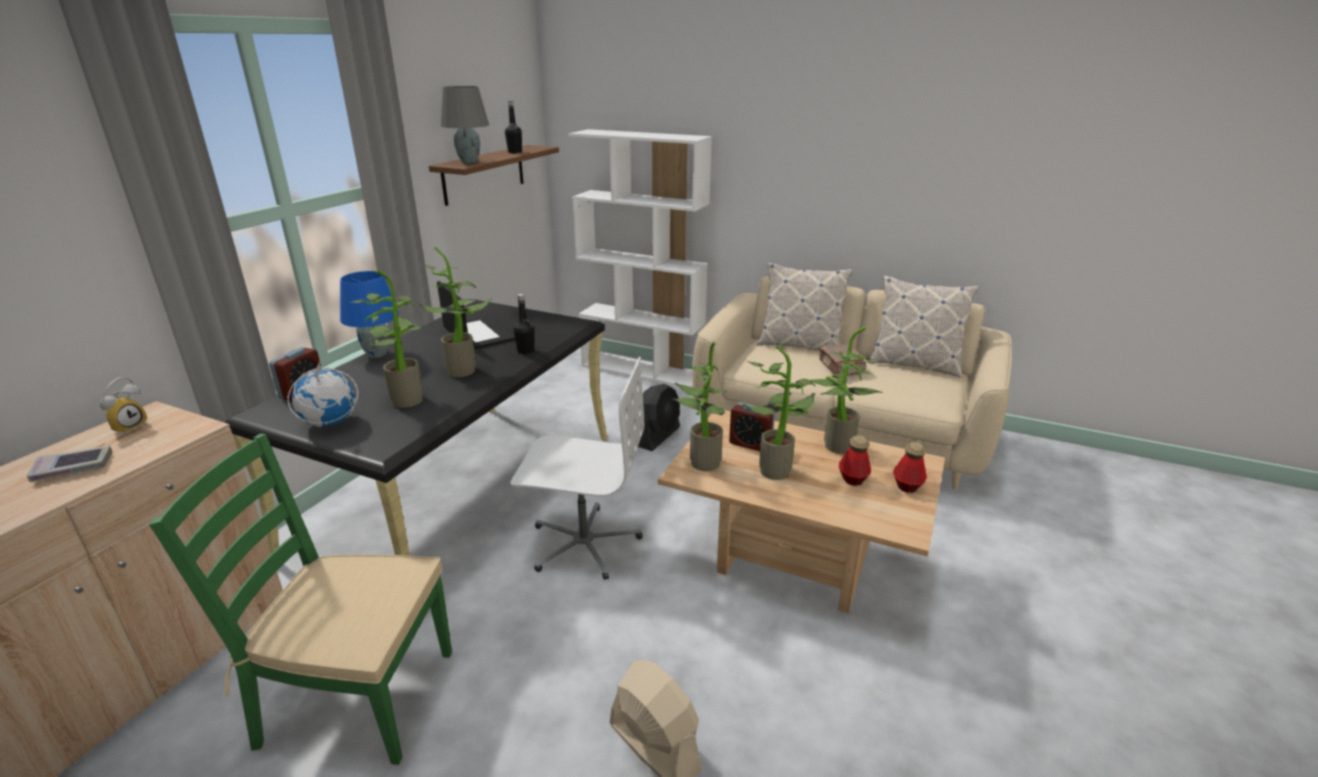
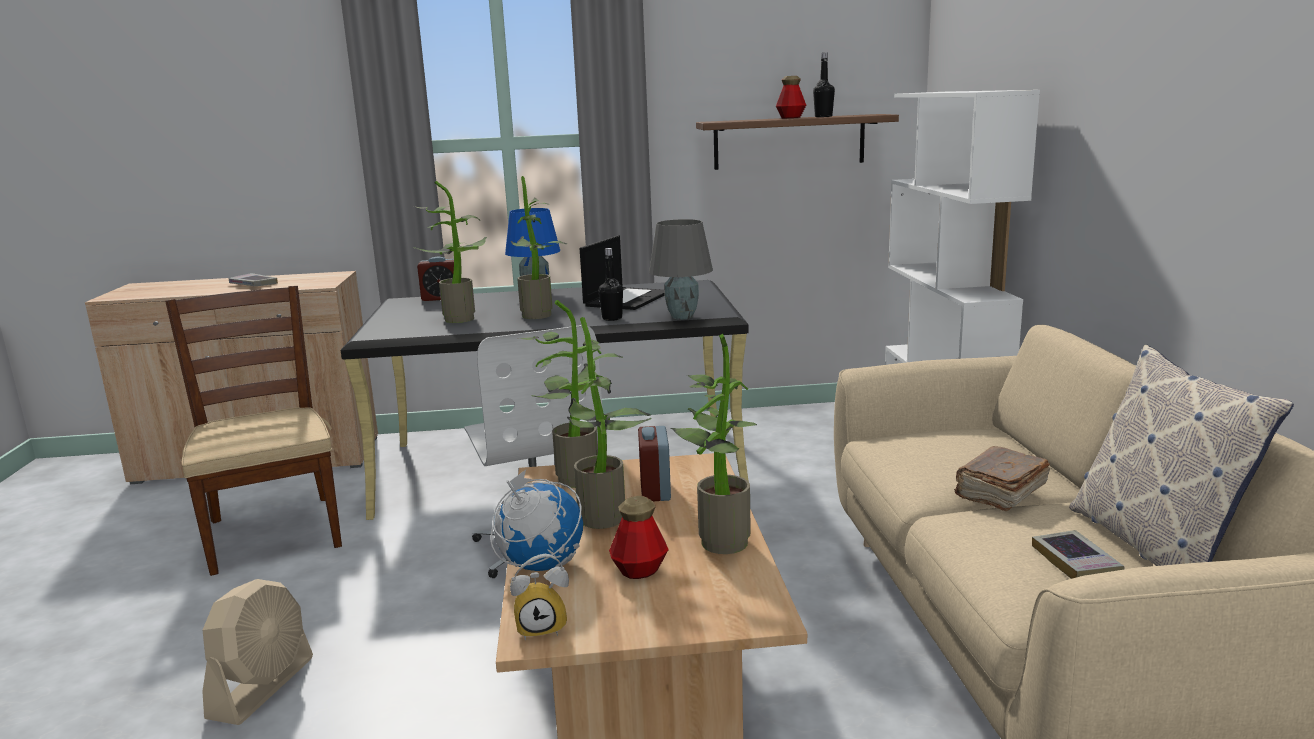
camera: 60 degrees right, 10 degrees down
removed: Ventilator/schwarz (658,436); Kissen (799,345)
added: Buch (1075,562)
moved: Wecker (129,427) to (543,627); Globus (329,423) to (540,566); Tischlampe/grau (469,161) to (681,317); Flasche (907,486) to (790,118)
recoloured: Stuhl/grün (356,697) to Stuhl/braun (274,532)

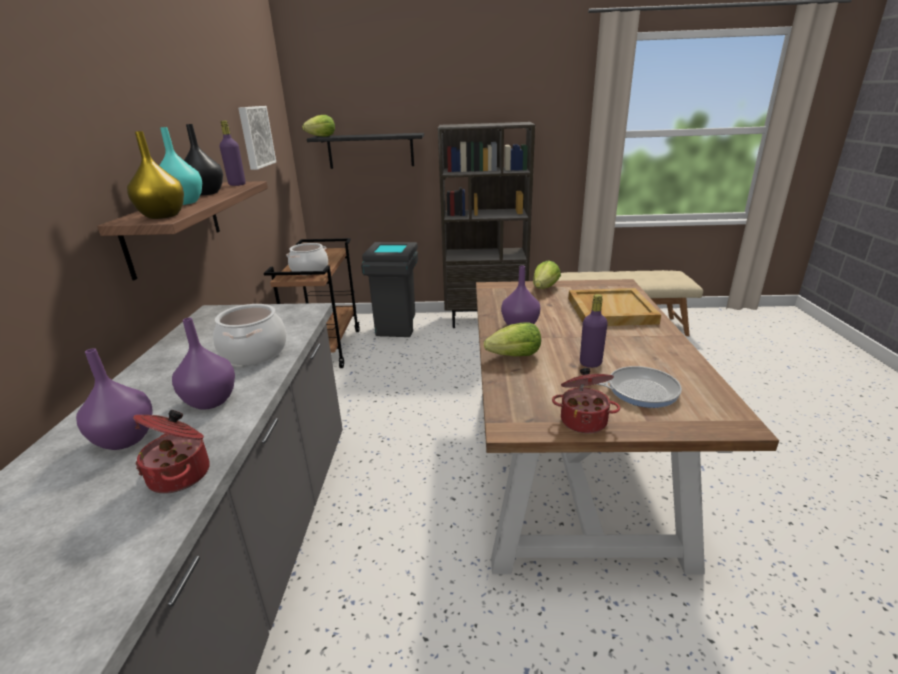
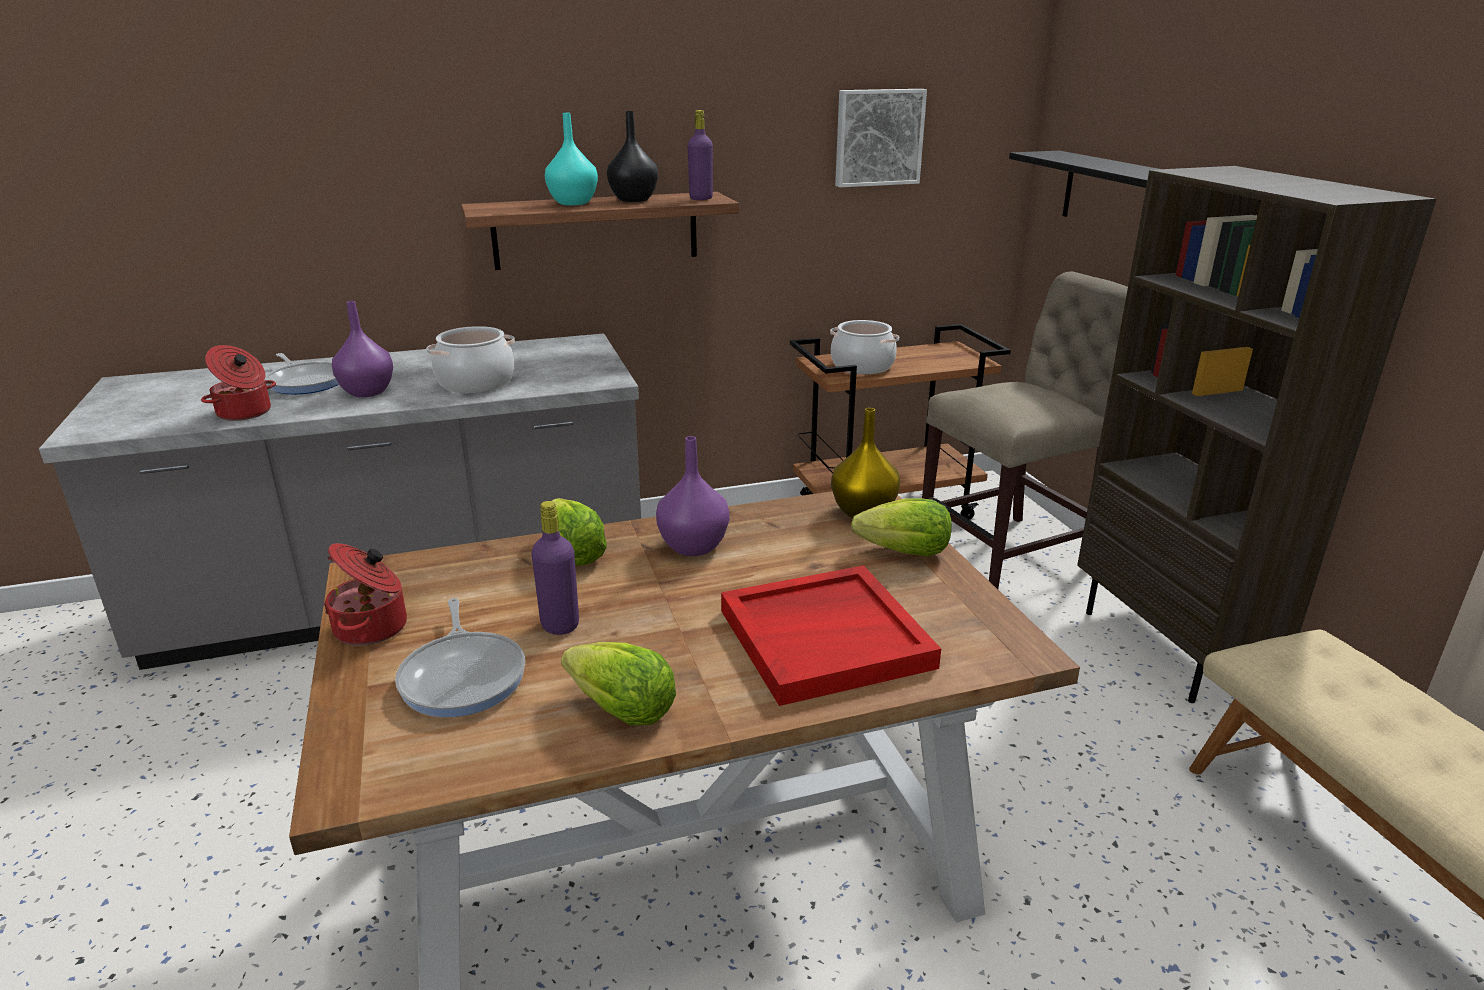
camera: 70 degrees right, 0 degrees up
moved: Vase/gelb (161,216) to (862,512); Salatkopf (322,136) to (622,711)
replaced: Vase/lila (124,439) to Pfanne (306,382); Mülleimer/grau (397,329) to Stuhl/beige (1014,553)
recoloured: Tablett/beige (610,310) to Tablett/rot (825,637)

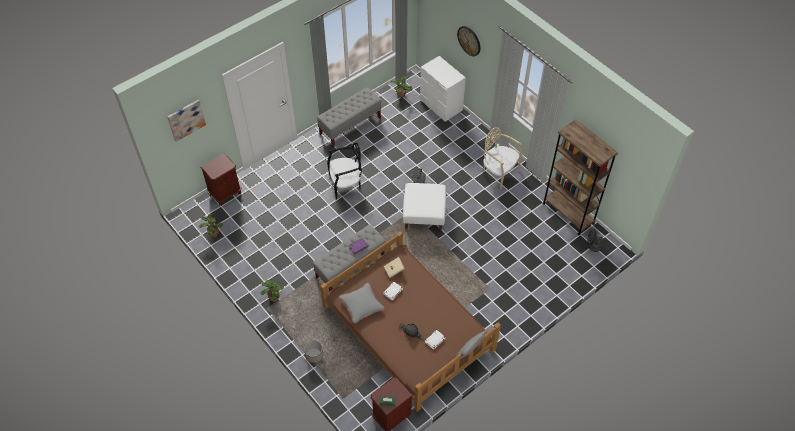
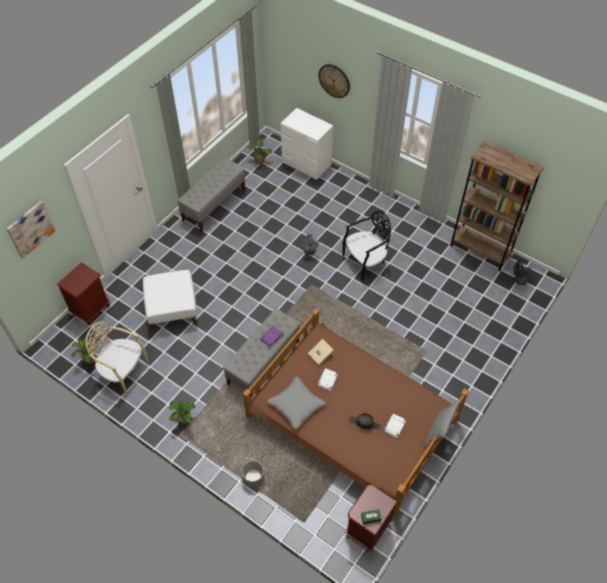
camera: 15 degrees left, 0 degrees up
moved: Stuhl/schwarz (346,184) to (365,261); Polsterhocker/weiß (424,214) to (172,308); Stuhl/beige (499,172) to (123,371)

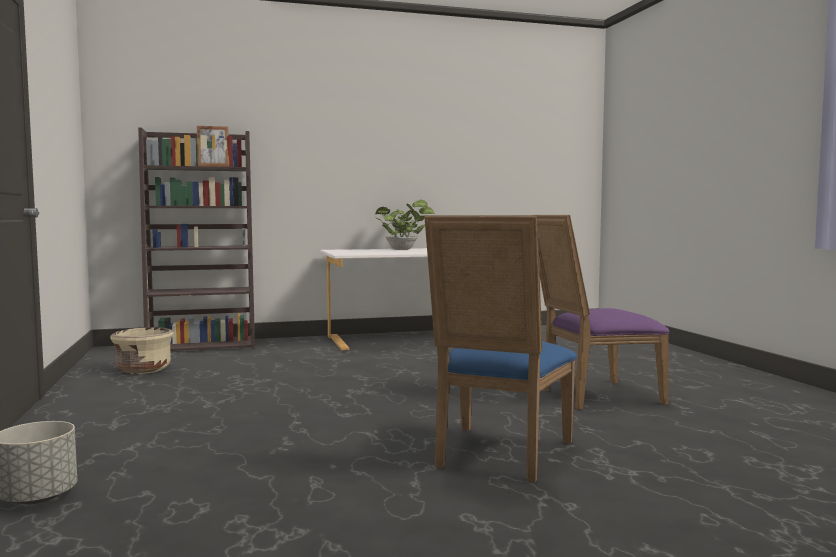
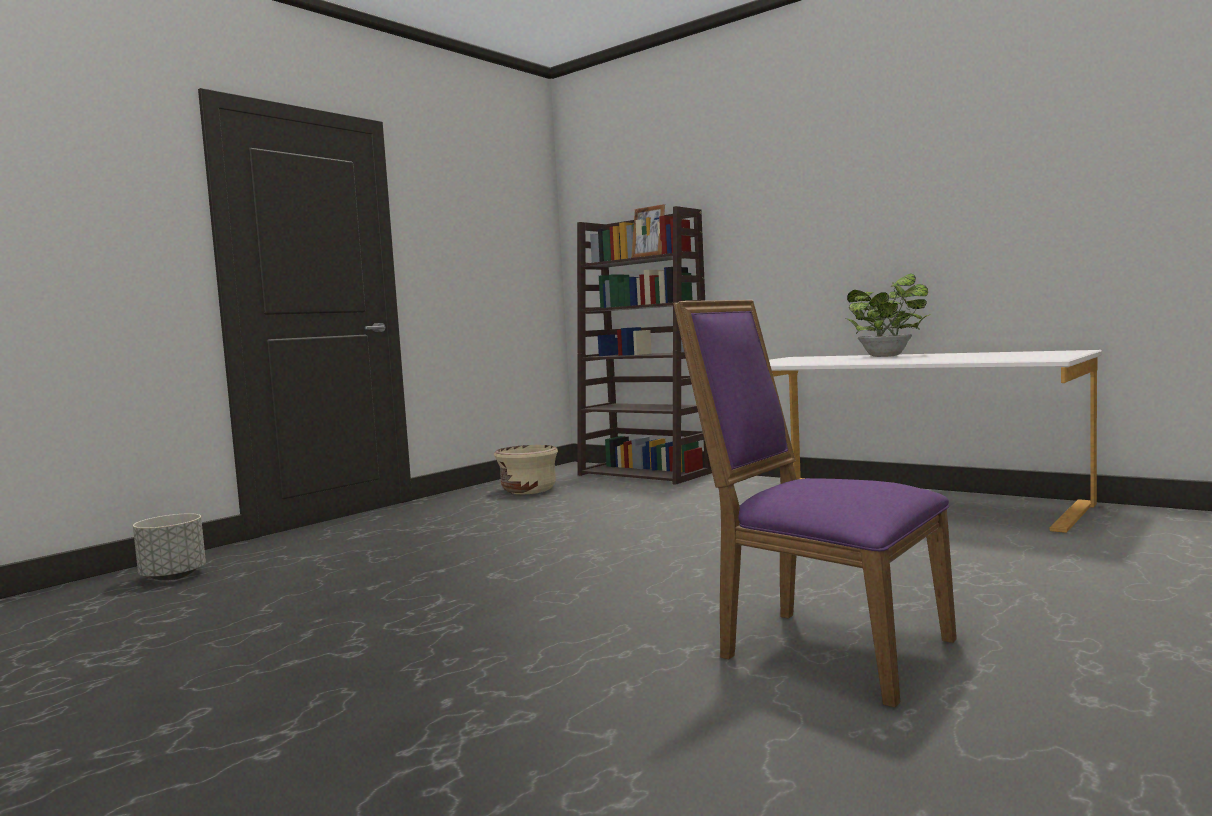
camera: 55 degrees right, 0 degrees up
removed: Stuhl/blau (498,456)

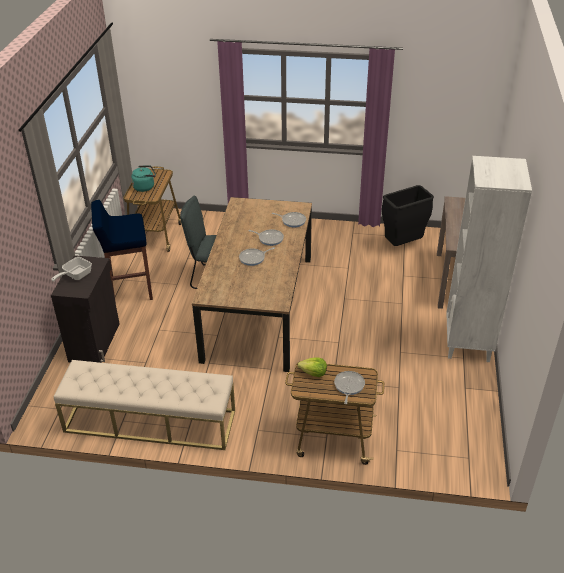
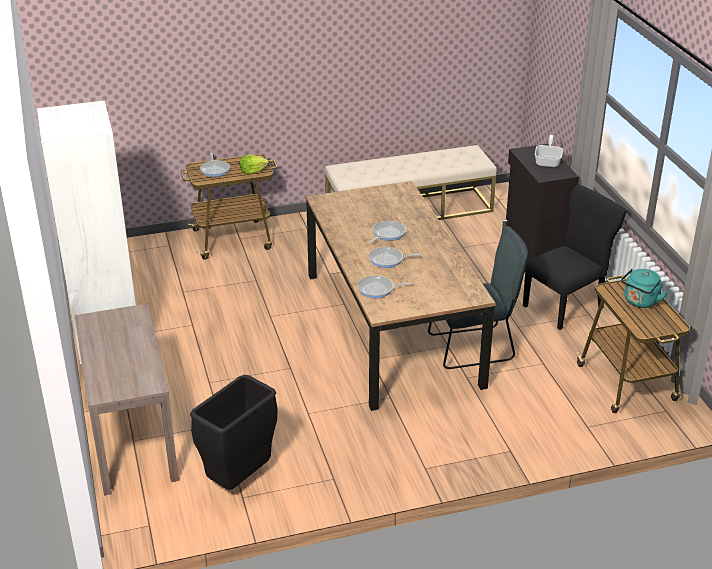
camera: 155 degrees right, 5 degrees down
replaced: Hocker/blau (130,289) to Stuhl/schwarz (566,306)

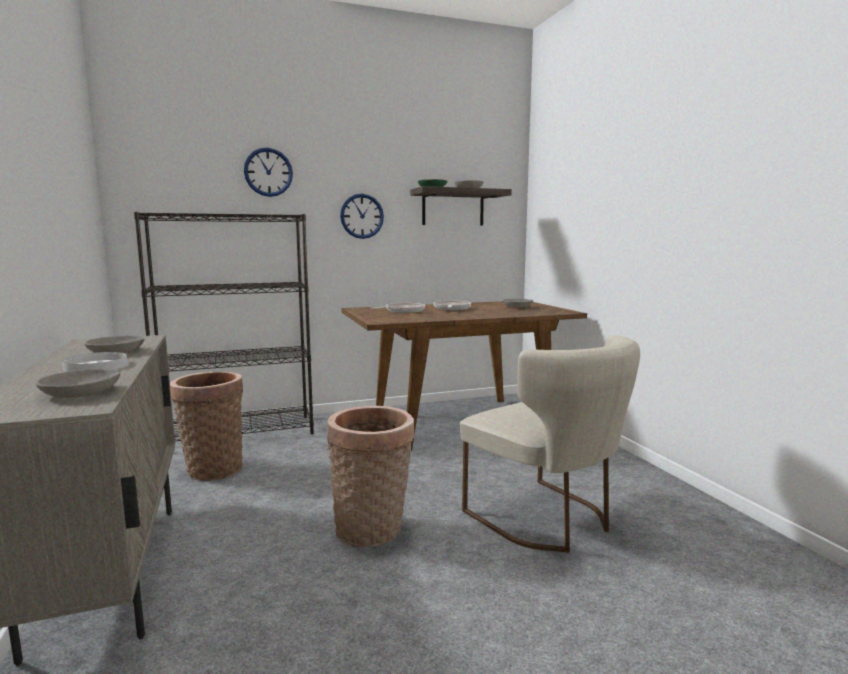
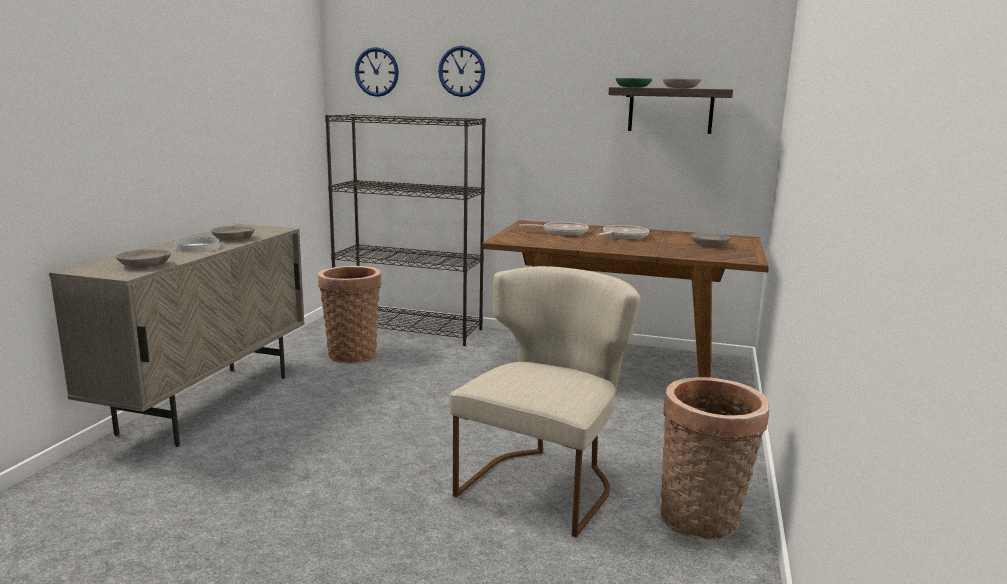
camera: 35 degrees right, 5 degrees up
moved: Korb (373,530) to (703,521); Wanduhr (362,216) to (376,72)
turned: Stuhl/beige (547,519) = (544,482) 150 degrees counterclockwise

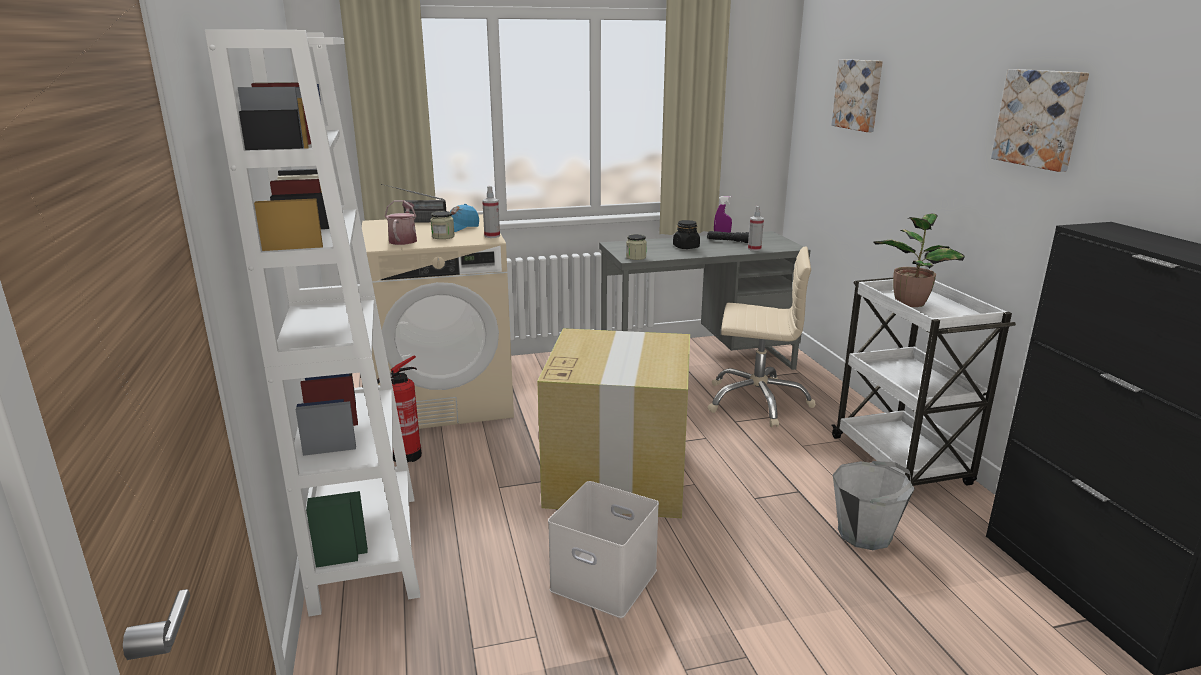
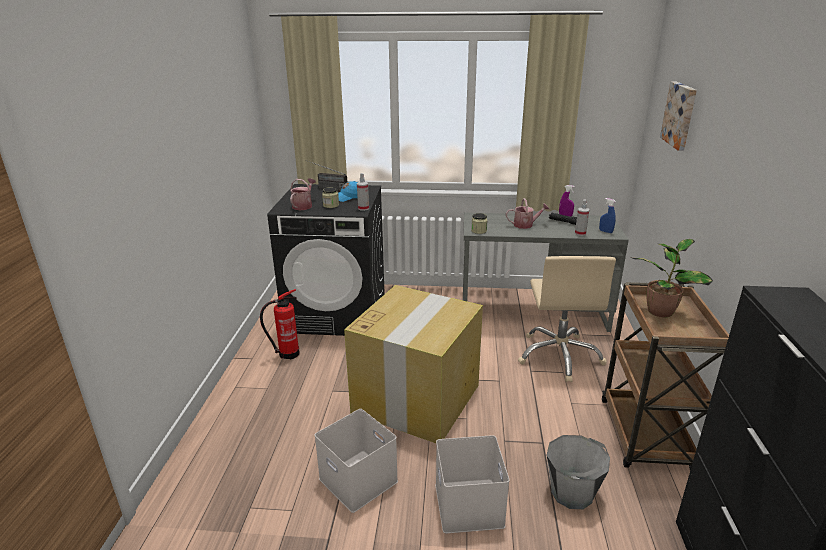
camera: 20 degrees right, 5 degrees up
removed: Bücherregal/weiß (367,550); Bild (1041,118)
added: Aufbewahrungsbox/weiß (470,506); Sprühflasche/blau (605,231)
replaced: Vorratsglas/schwarz (686,247) to Gießkanne (526,225)
recoloured: Waschmaschine/beige (445,398) to Waschmaschine/schwarz (337,313); Rollwagen/weiß (901,462) to Rollwagen/braun (646,436)
turned: Bürostuhl/beige (757,401) = (559,356) 60 degrees clockwise

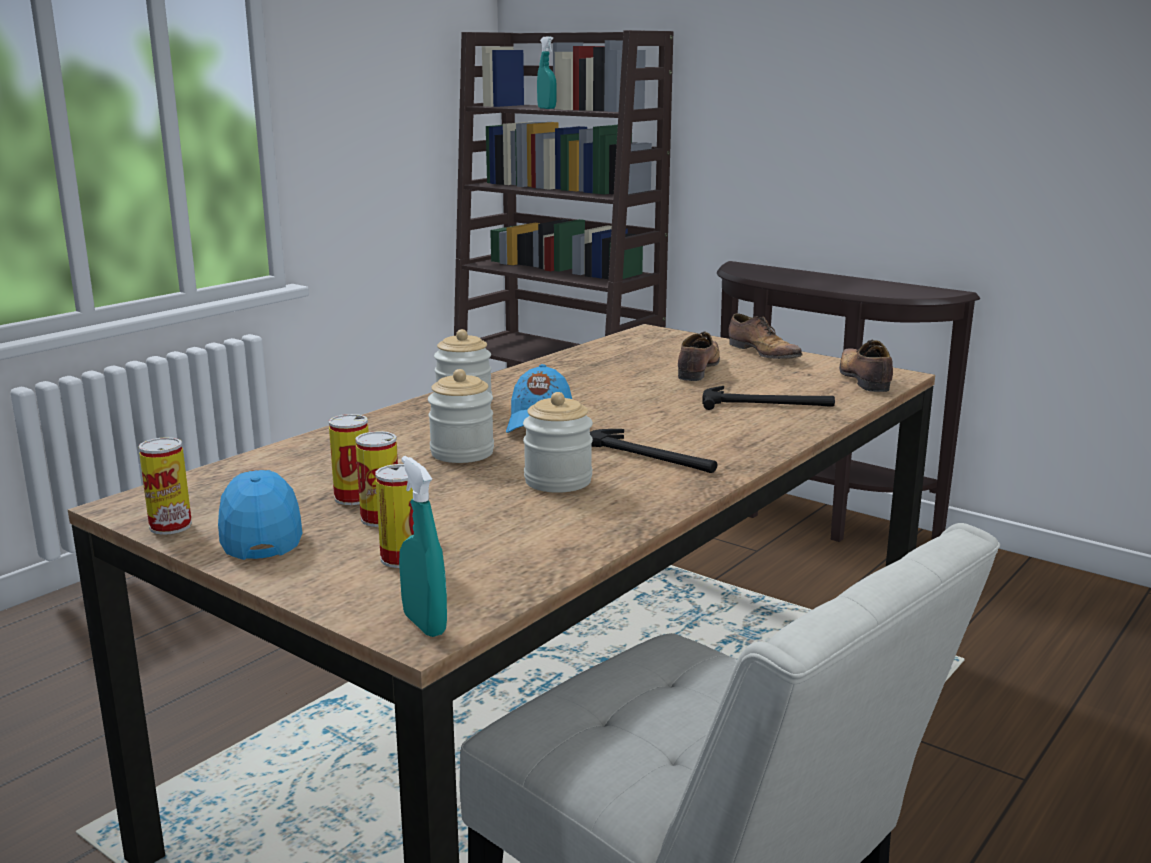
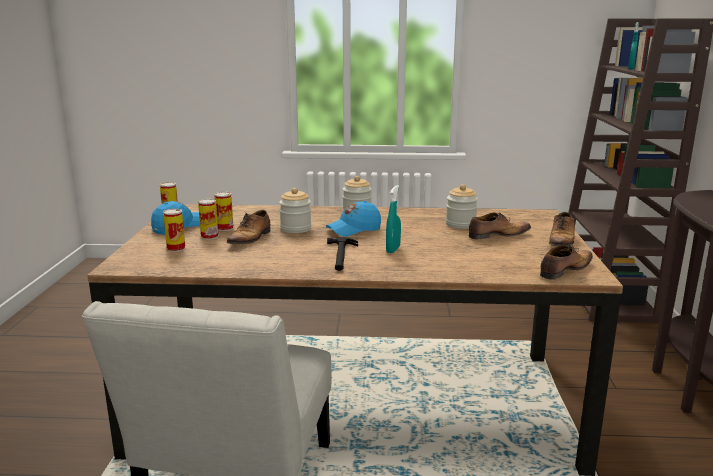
camera: 55 degrees right, 0 degrees up
removed: Hammer (767,404)
added: Schuh (250,238)
moved: Sprühflasche/türkis (424,624) to (393,249); Vorratsglas (558,481) to (460,224)

